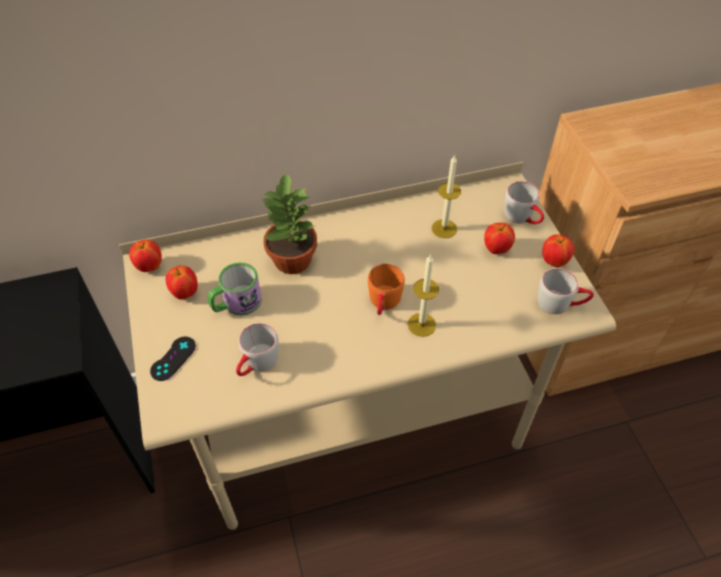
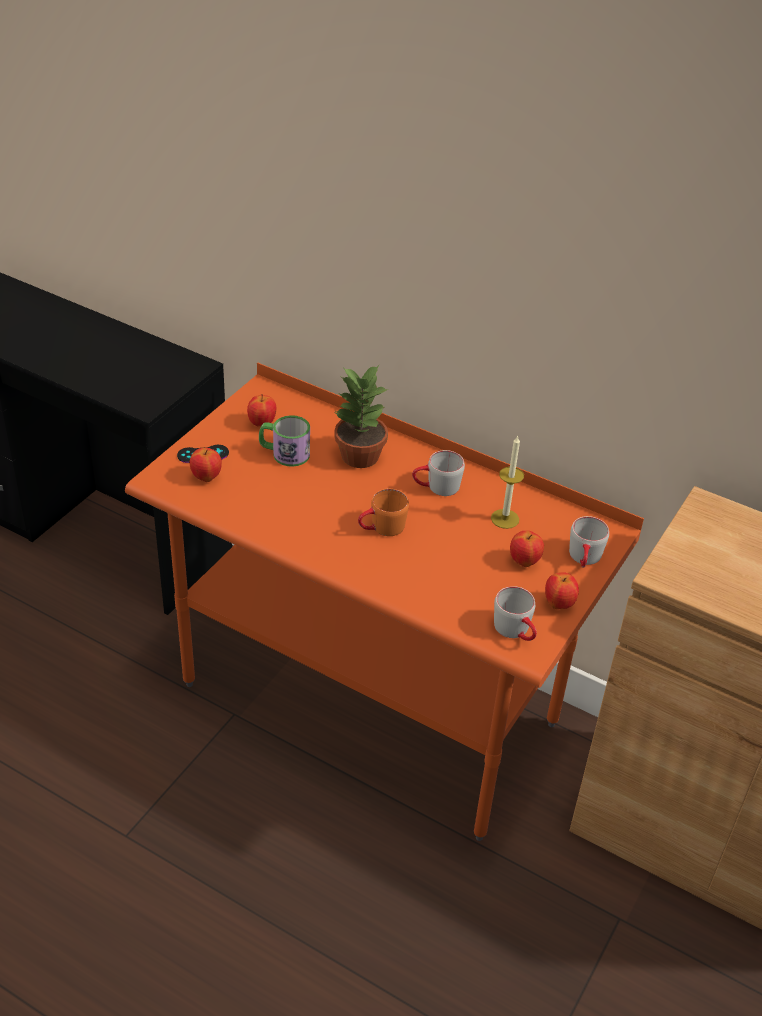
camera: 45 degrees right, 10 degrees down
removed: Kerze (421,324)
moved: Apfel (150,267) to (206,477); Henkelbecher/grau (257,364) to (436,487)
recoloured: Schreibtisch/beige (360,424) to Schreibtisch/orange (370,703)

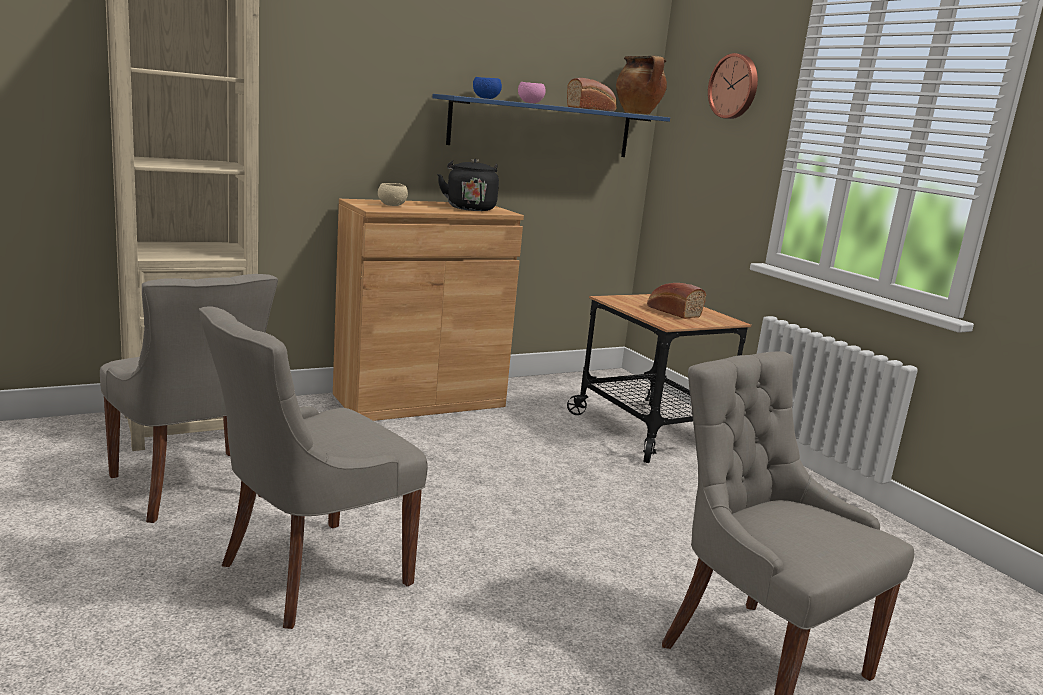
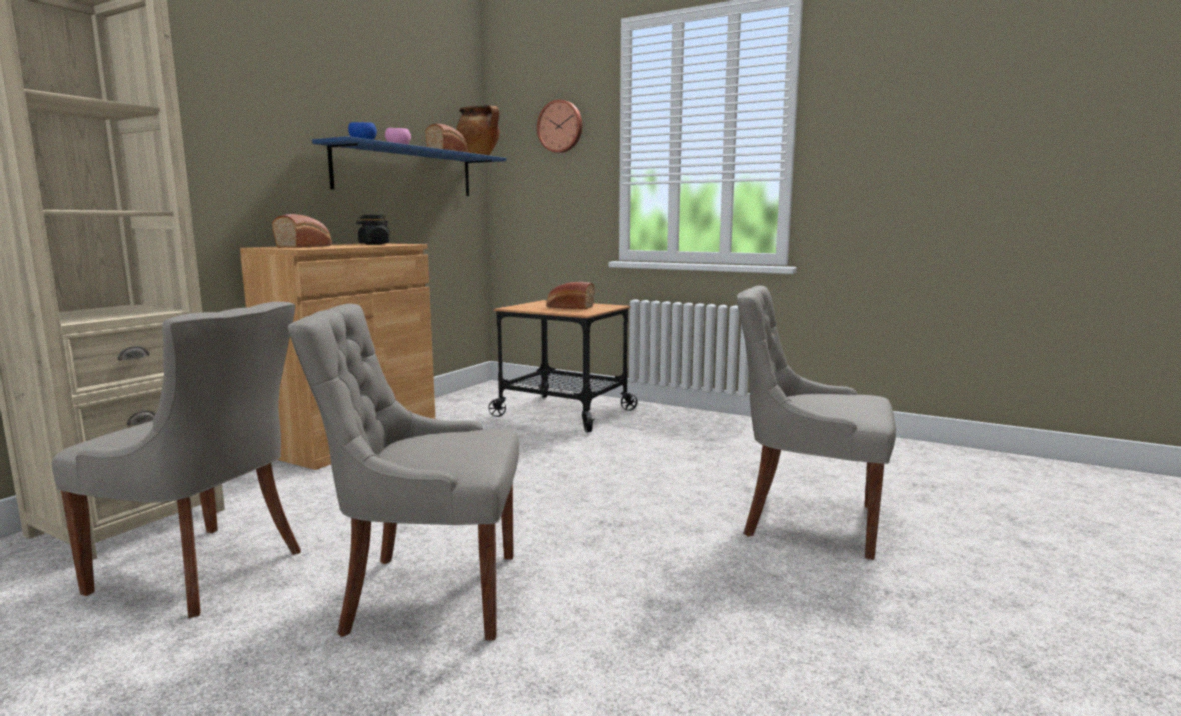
camera: 30 degrees left, 5 degrees down
replaced: Schüssel/beige (392,205) to Brot (305,246); Wasserkessel/schwarz (469,208) to Vorratsglas/schwarz (374,244)
turned: Stuhl/grau (310,574) = (428,593) 75 degrees clockwise

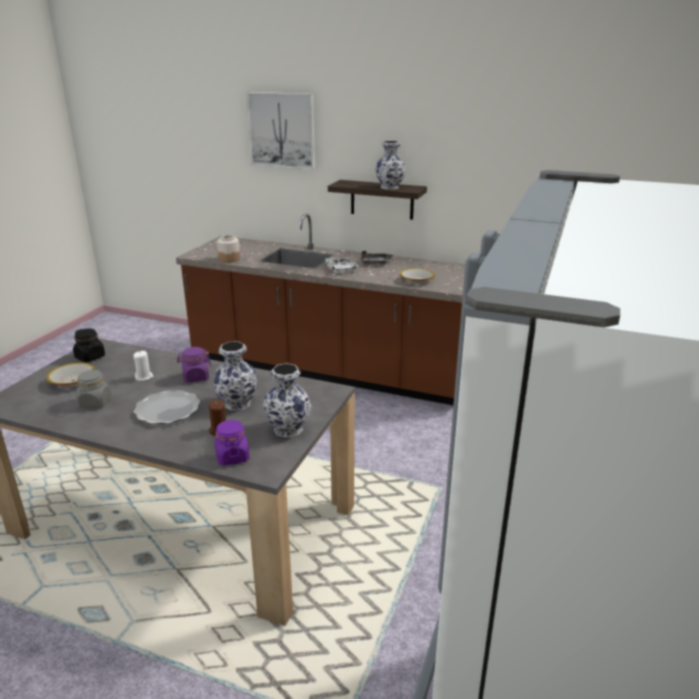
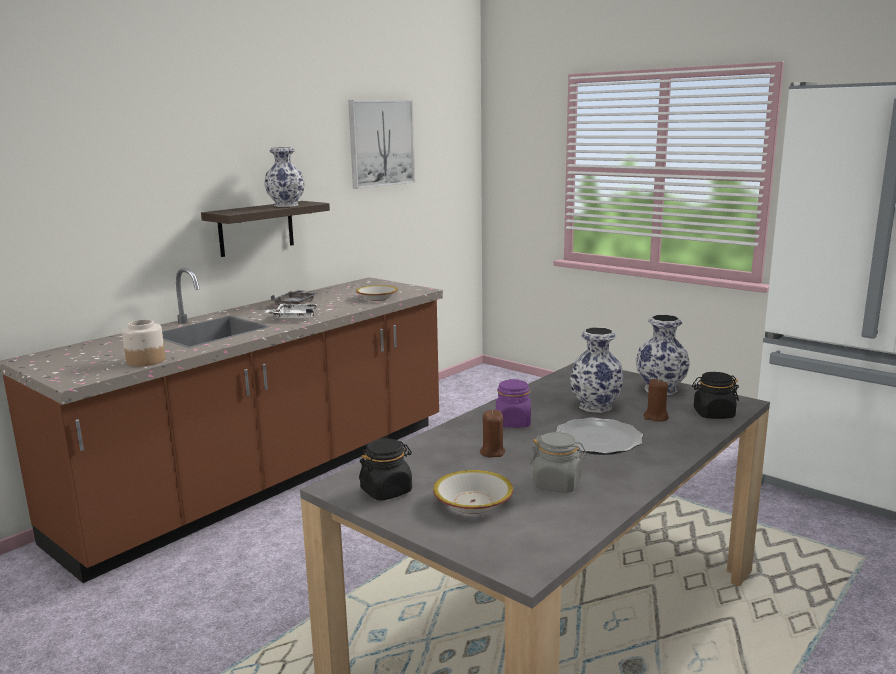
camera: 70 degrees left, 10 degrees down
moved: Bild (282,130) to (381,143)
recoloured: Kerze/weiß (144,377) to Kerze/braun (492,452); Vorratsglas/lila (232,457) to Vorratsglas/schwarz (713,414)

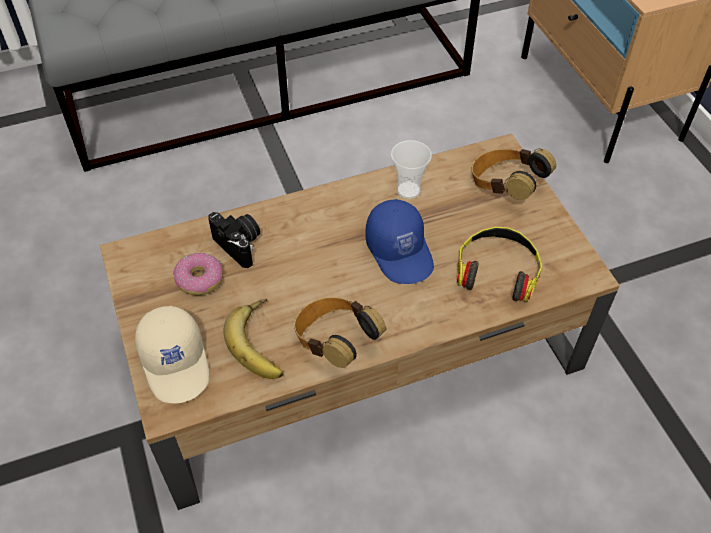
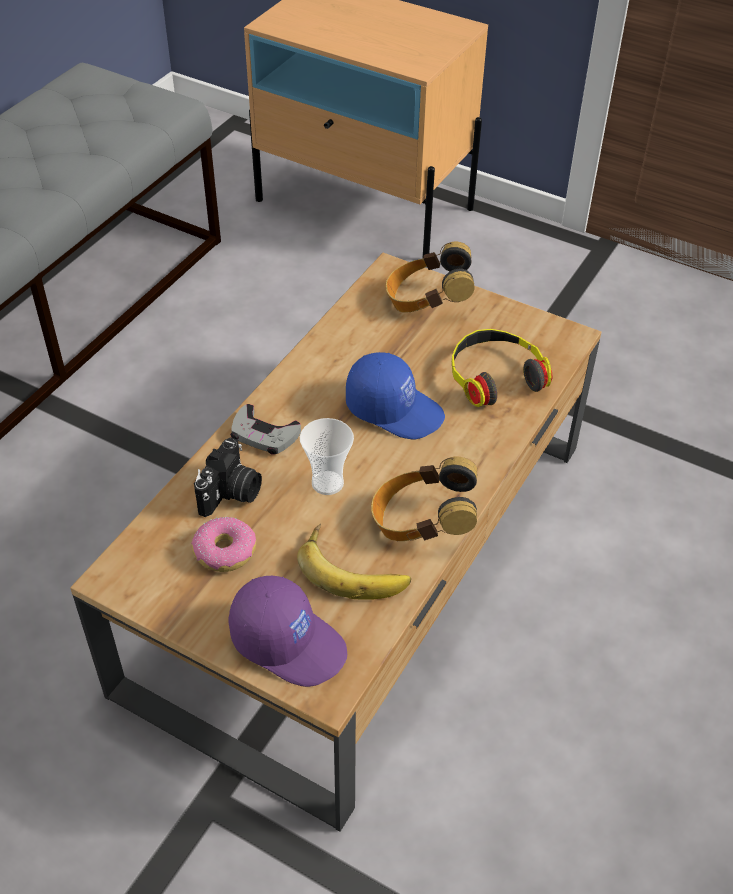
camera: 40 degrees left, 5 degrees down
added: Gamepad/grau (263,435)
moved: Tasse (408,190) to (327,483)
recoloured: Kappe/beige (176,362) to Kappe/lila (289,641)
turned: Kamera (240,245) = (231,494) 105 degrees clockwise

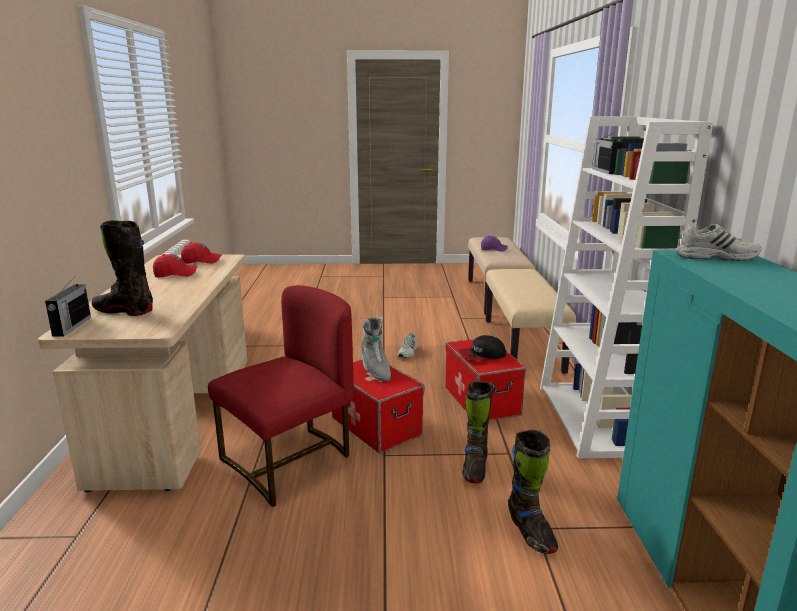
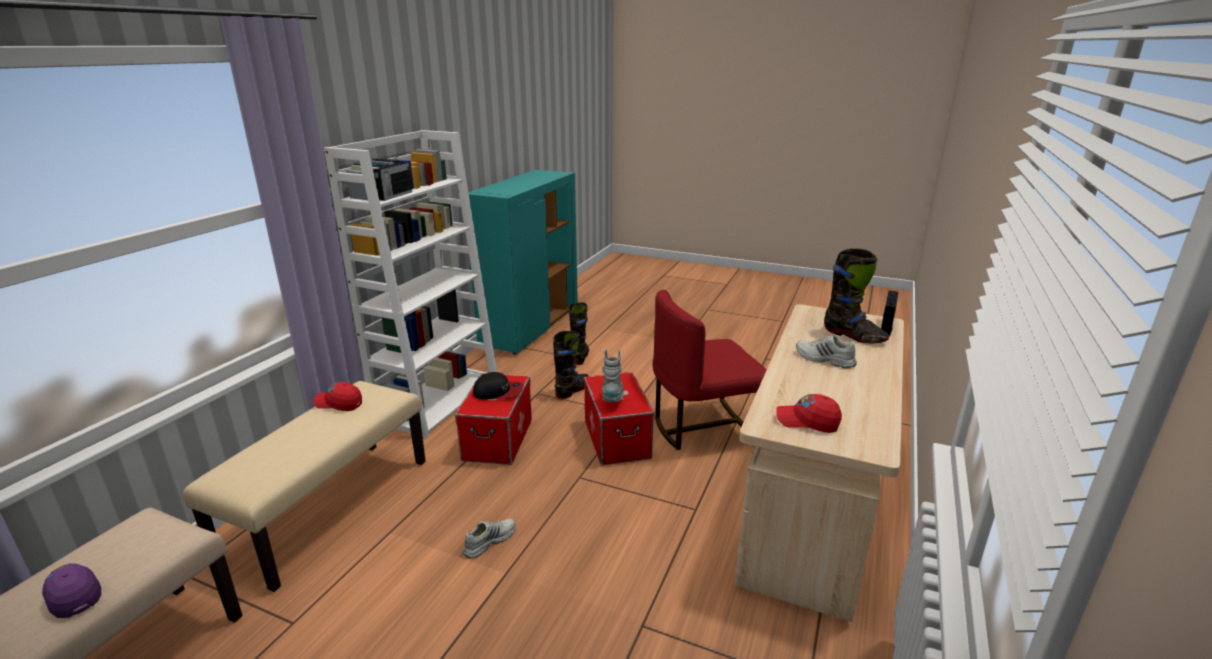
camera: 155 degrees left, 5 degrees up
moved: Kappe/rot (176,274) to (339,403); Schuh/weiß (716,257) to (824,359)

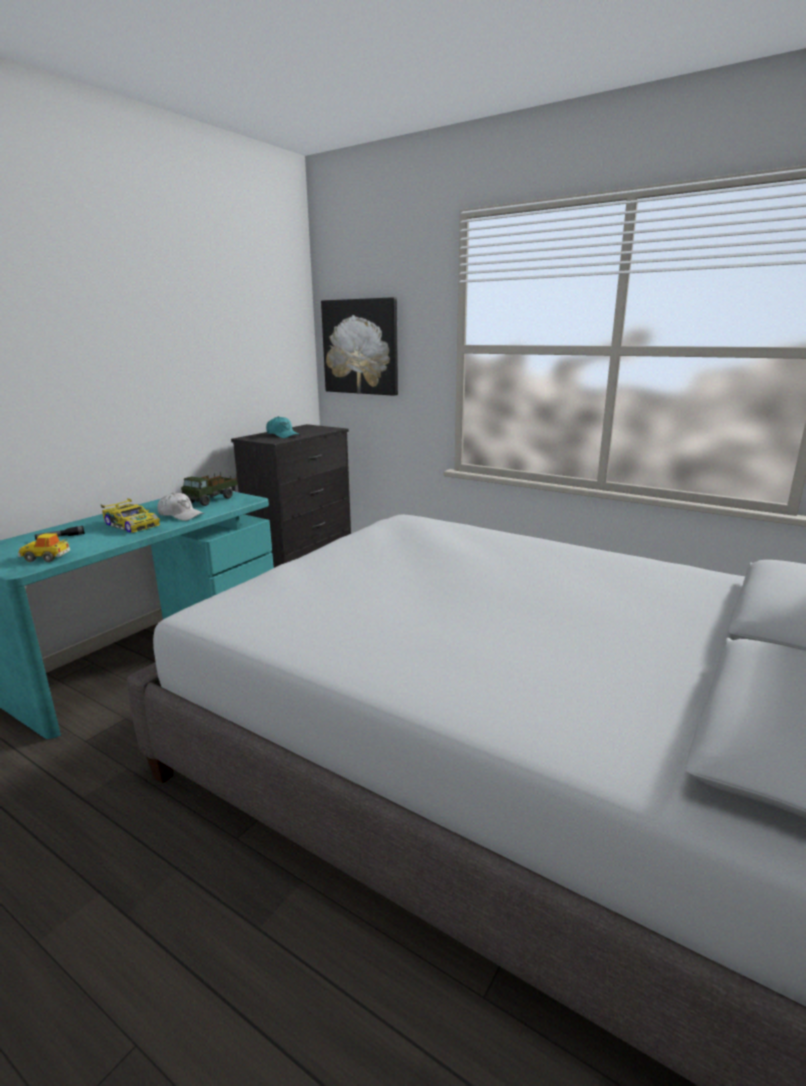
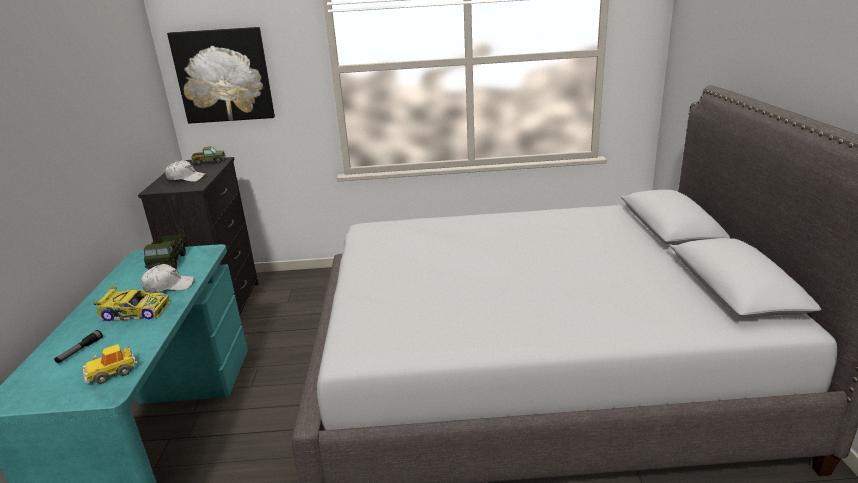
camera: 35 degrees left, 5 degrees up
added: Spielzeuglaster (209,162)
recoloured: Kappe/türkis (283,435) to Kappe/weiß (186,178)

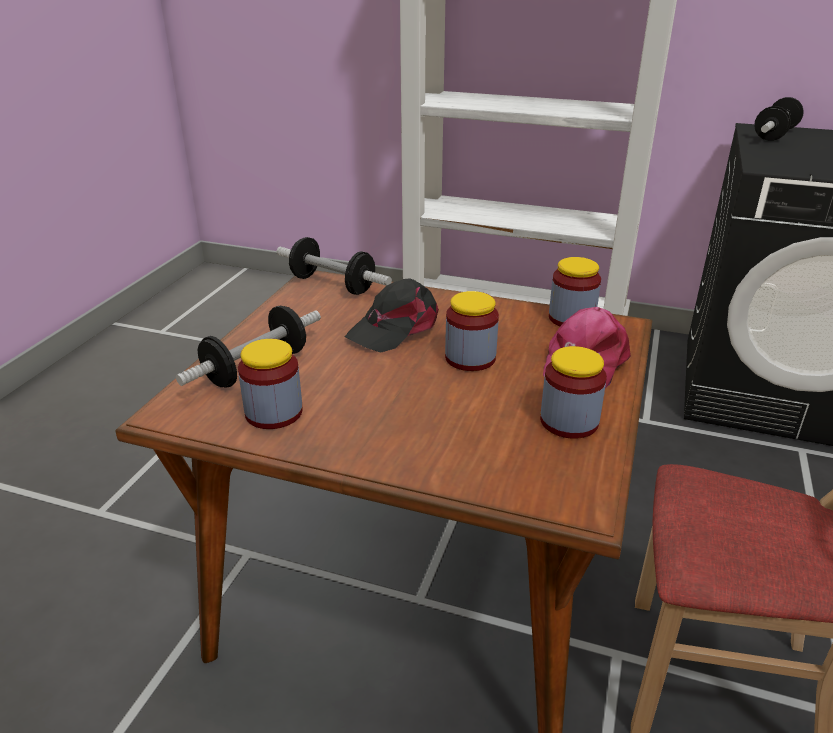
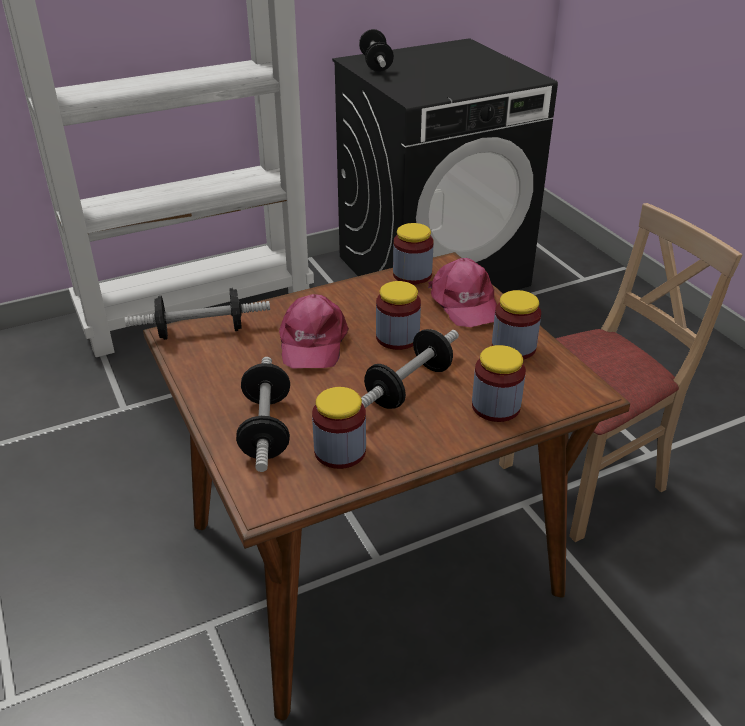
camera: 45 degrees left, 5 degrees up
added: Hantel (408,386); Vorratsglas (496,406)
recoloured: Kappe/schwarz (395,328) to Kappe/rosa (312,342)

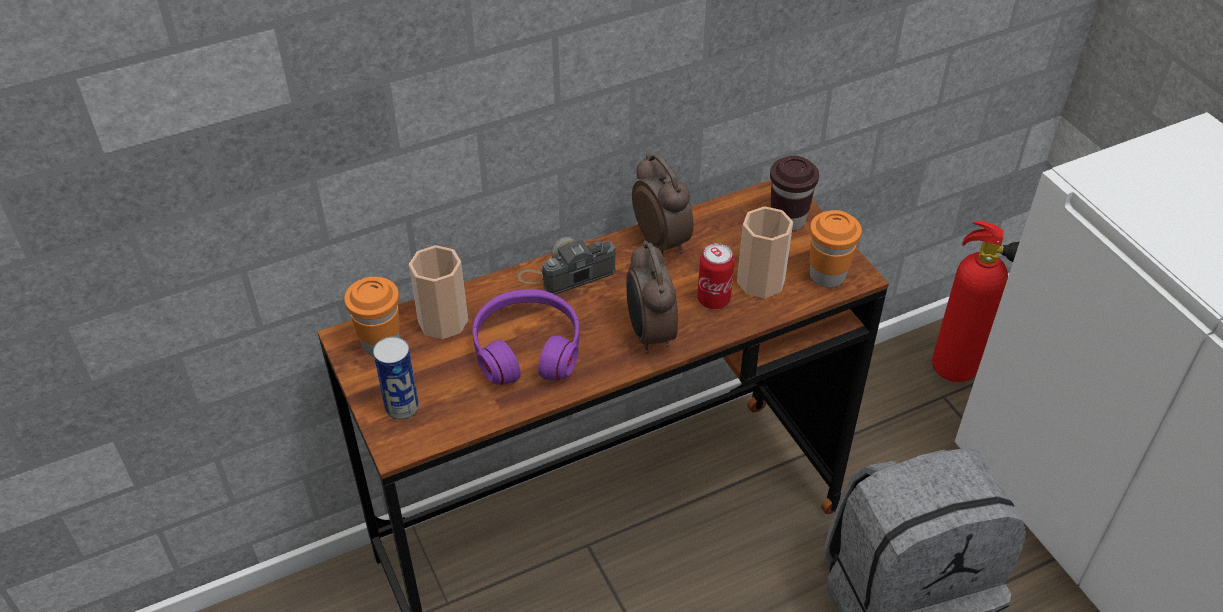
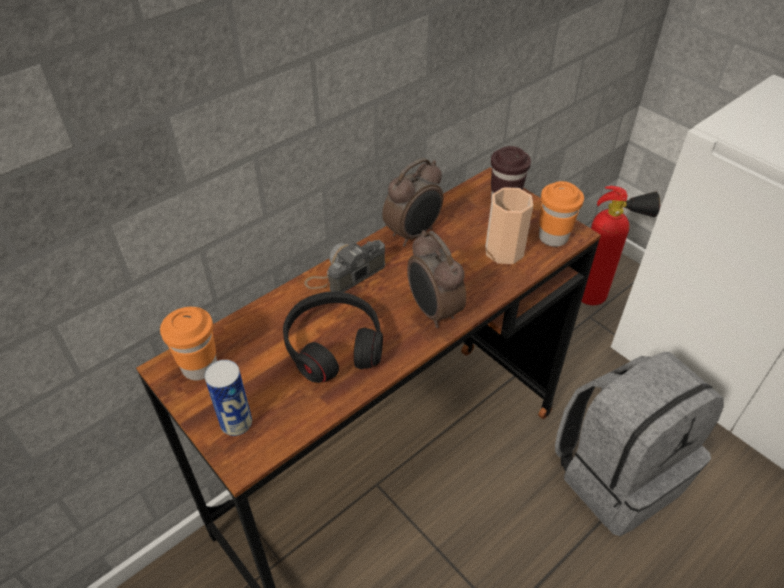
camera: 15 degrees left, 0 degrees up
removed: Tasse (443,321); Dose (713,299)
recoloured: Kopfhörer/lila (527,348) to Kopfhörer/schwarz (333,344)
turned: Wecker (662,241) = (414,234) 90 degrees clockwise

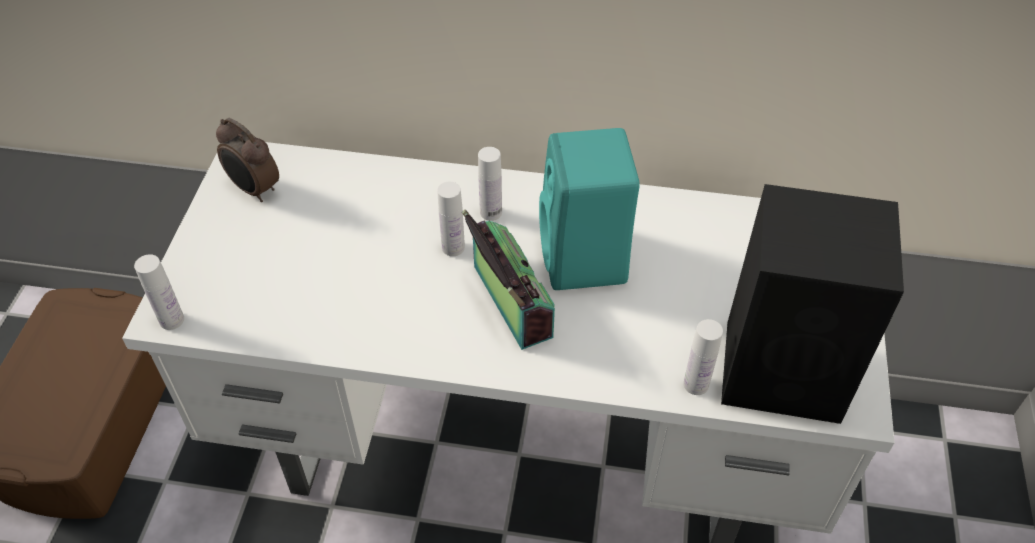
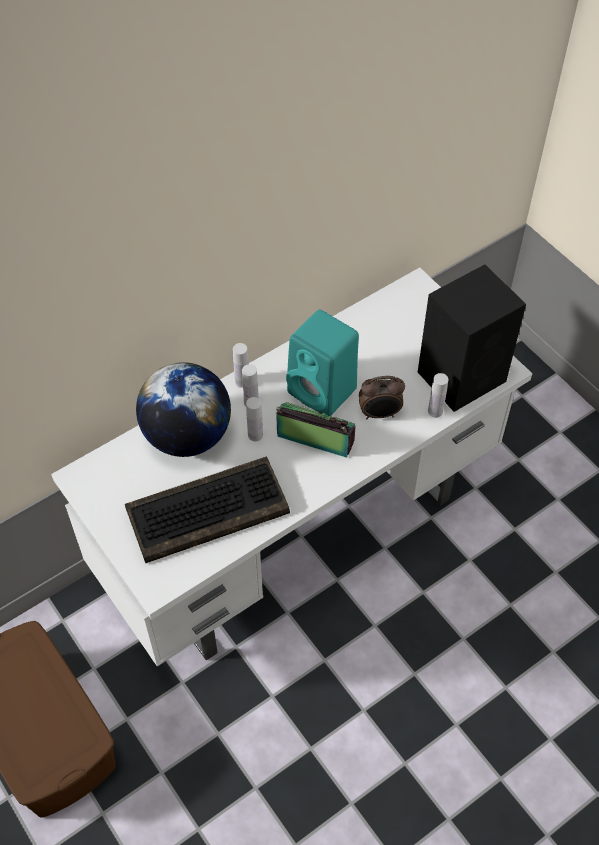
camera: 45 degrees left, 5 degrees up
added: Tastatur (208,509); Globus (187,436)
moved: Flasche/weiß (172,320) to (242,381); Wecker (254,190) to (380,414)

